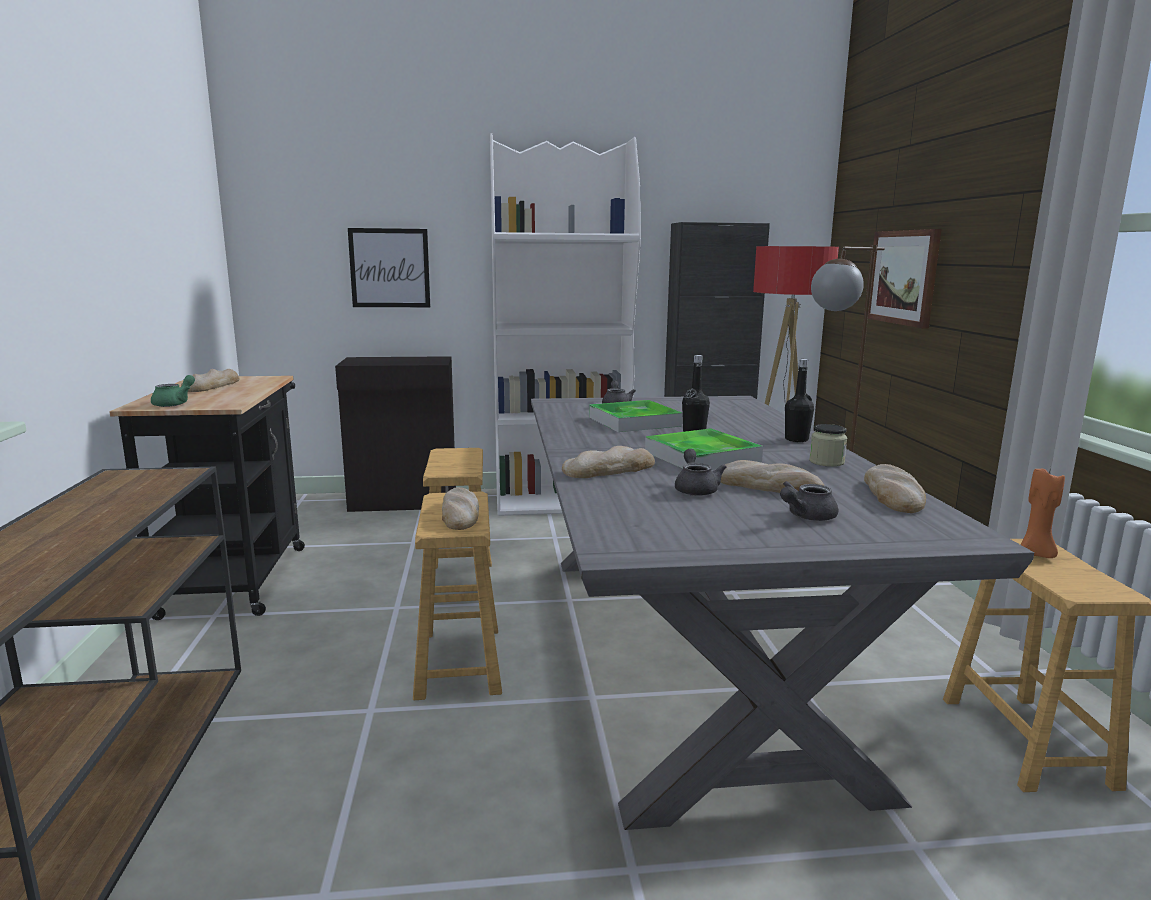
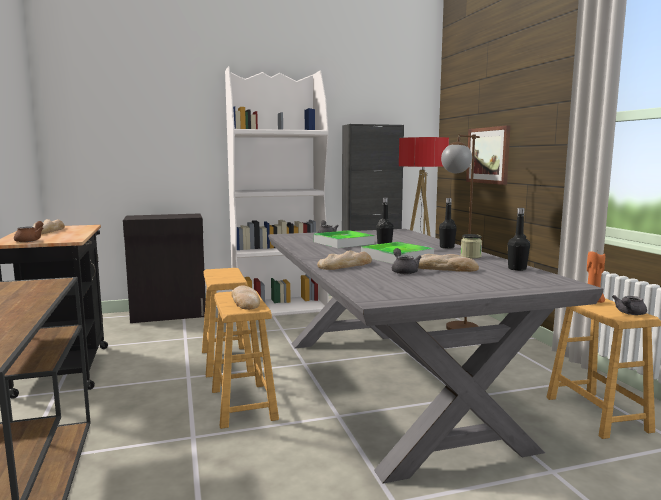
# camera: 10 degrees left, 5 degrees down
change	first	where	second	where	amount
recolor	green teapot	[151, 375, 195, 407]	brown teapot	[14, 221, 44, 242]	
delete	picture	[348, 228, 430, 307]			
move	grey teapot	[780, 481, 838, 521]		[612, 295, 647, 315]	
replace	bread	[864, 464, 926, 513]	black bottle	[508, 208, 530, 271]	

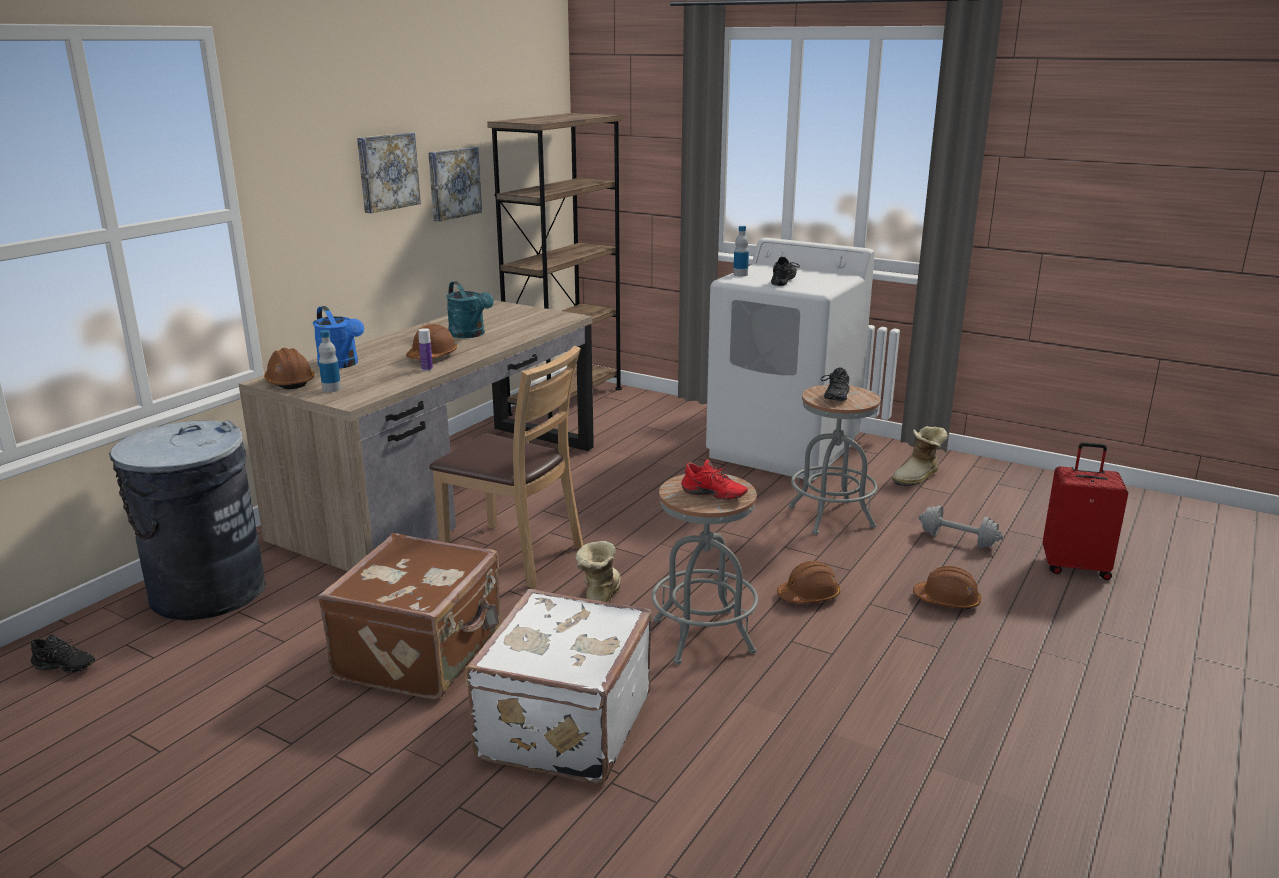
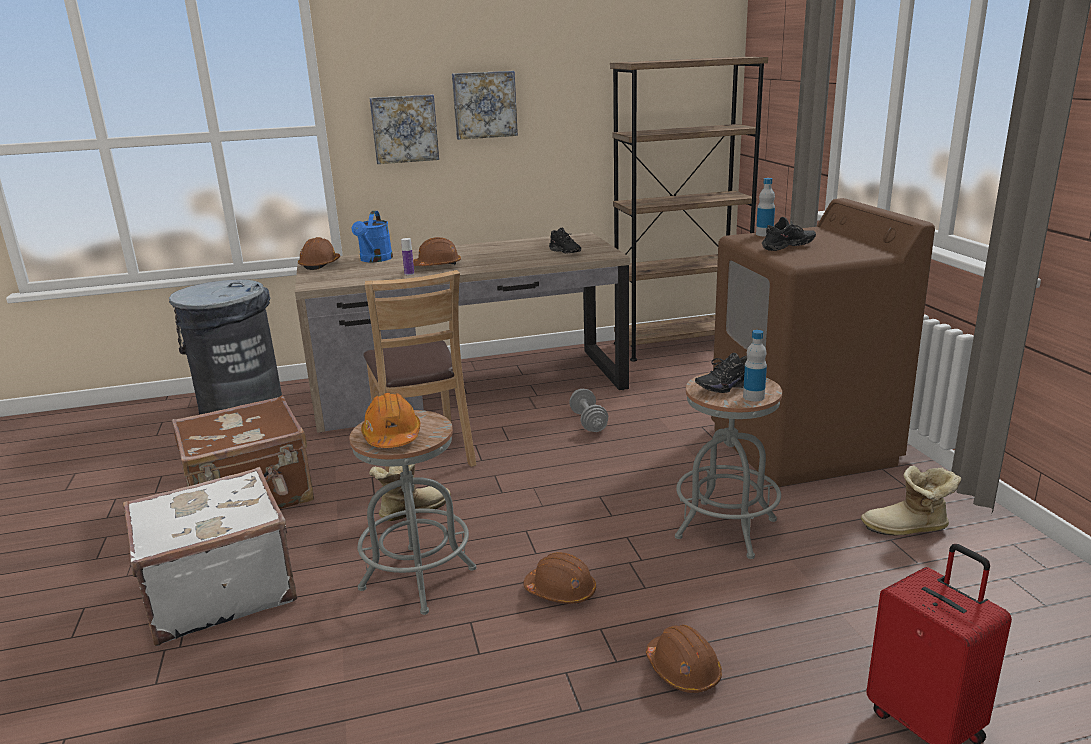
# camera: 45 degrees right, 0 degrees up
change	first	where	second	where	amount
move	black shoe	[31, 634, 95, 673]		[549, 227, 581, 253]	
move	bottle	[318, 330, 341, 392]		[743, 330, 767, 401]	
move	picture	[428, 147, 482, 222]		[370, 94, 439, 164]	
delete	turquoise watering can	[446, 281, 494, 338]			
replace	red shoe	[681, 459, 748, 500]	orange hard hat	[361, 392, 421, 448]	
recolor	white washing machine	[706, 238, 875, 481]	brown washing machine	[711, 198, 935, 487]	
move	grey dumbbell	[919, 506, 1003, 548]		[569, 389, 608, 432]	

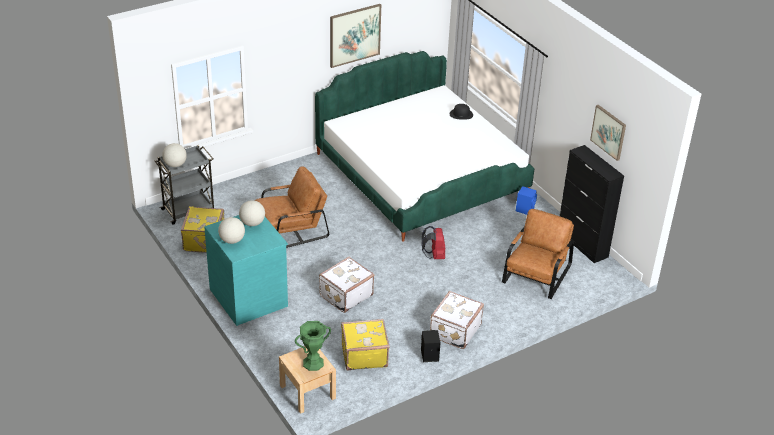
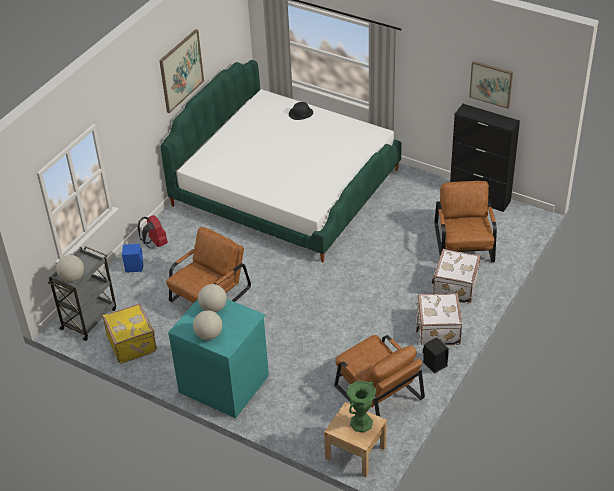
# camera: 25 degrees left, 5 degrees up
change	first	where	second	where	amount
move	white suitcase	[319, 256, 374, 313]		[432, 249, 481, 304]	
replace	yellow suitcase	[341, 319, 390, 371]	brown armchair	[334, 335, 425, 417]	
move	red backpack	[421, 226, 445, 259]		[137, 215, 168, 248]	
move	blue speaker	[516, 186, 537, 215]		[122, 244, 143, 273]	

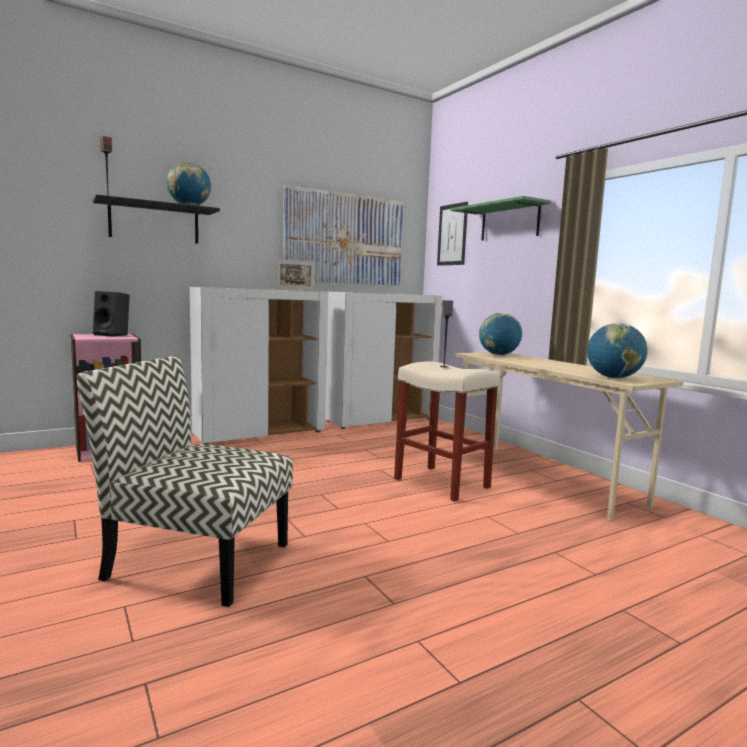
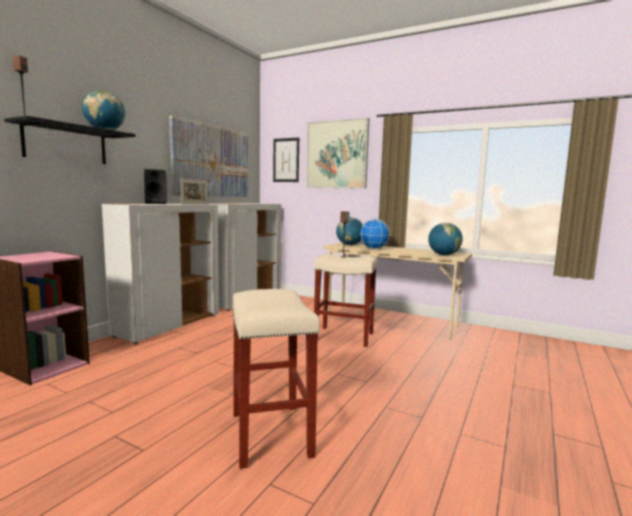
# camera: 30 degrees left, 0 degrees up
change	first	where	second	where	amount
replace	chair	[76, 356, 293, 607]	beige stool	[232, 289, 320, 469]	
move	black speaker	[93, 291, 130, 337]		[144, 169, 167, 204]	
replace	green shelf	[450, 196, 551, 241]	picture	[306, 118, 369, 189]	
insert			globe	[360, 219, 390, 249]	

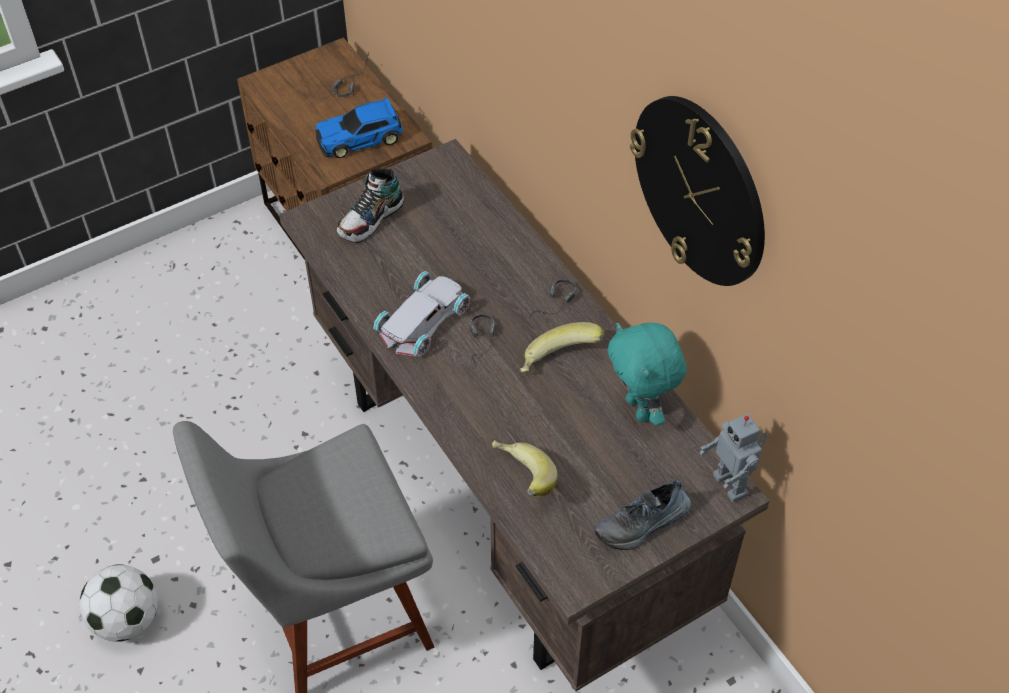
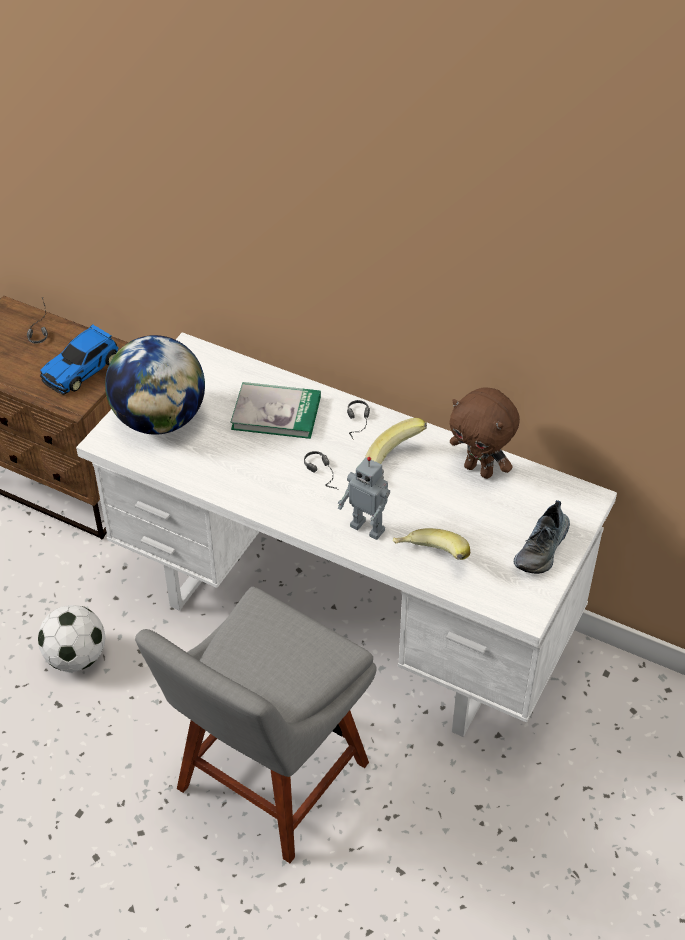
# camera: 30 degrees left, 5 degrees down
change	first	where	second	where	amount
move	football	[80, 565, 158, 642]		[38, 605, 105, 672]	
recolor	brown desk	[279, 139, 769, 691]	white desk	[76, 332, 617, 737]	
replace	shoe	[337, 169, 404, 243]	globe	[105, 335, 205, 435]	
delete	white toy car	[373, 271, 471, 357]			
recolor	turquoise plush toy	[608, 323, 686, 426]	brown plush toy	[449, 387, 520, 479]	
delete	wall clock	[630, 96, 765, 286]			
move	toy robot	[699, 414, 768, 502]		[338, 457, 390, 540]	
insert			book	[230, 382, 321, 439]	

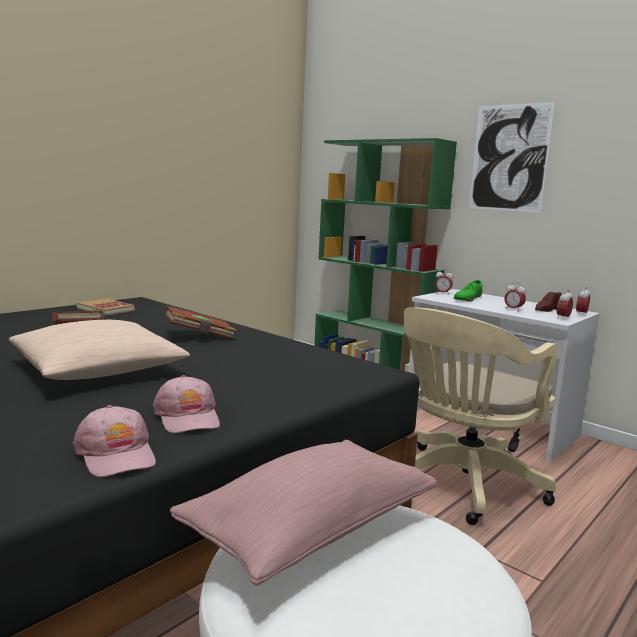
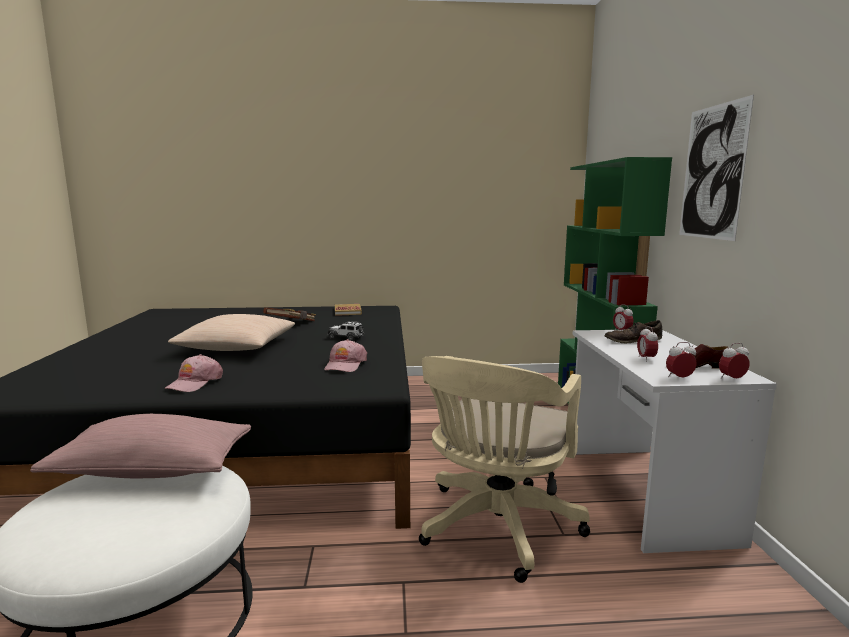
# camera: 45 degrees right, 0 degrees up
change	first	where	second	where	amount
move	pink cap	[73, 405, 156, 478]		[324, 339, 367, 372]	
replace	brown book	[164, 306, 237, 340]	toy car	[327, 321, 364, 341]	
rotate	beige office chair	[404, 308, 557, 525]		[419, 356, 590, 583]	60 degrees counterclockwise
recolor	green shoe	[454, 280, 482, 302]	brown shoe	[604, 320, 662, 343]	

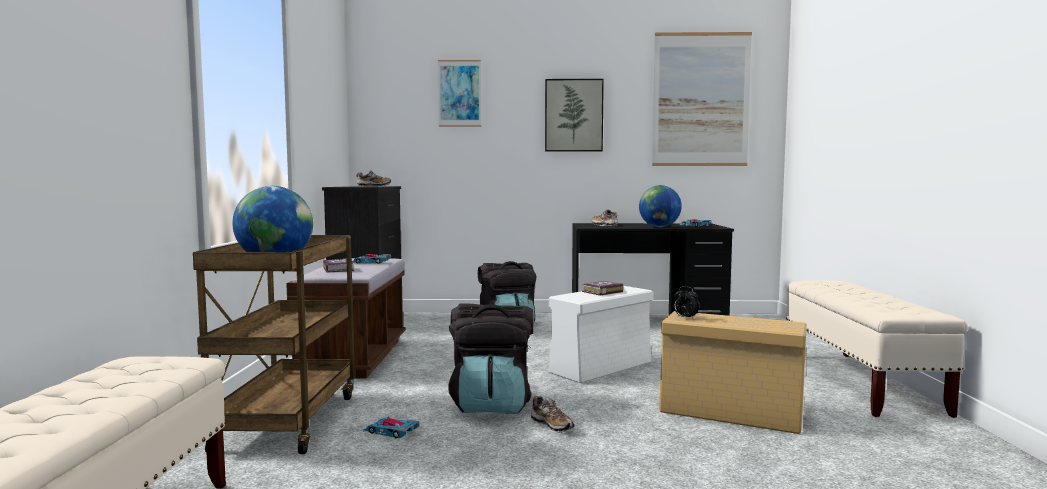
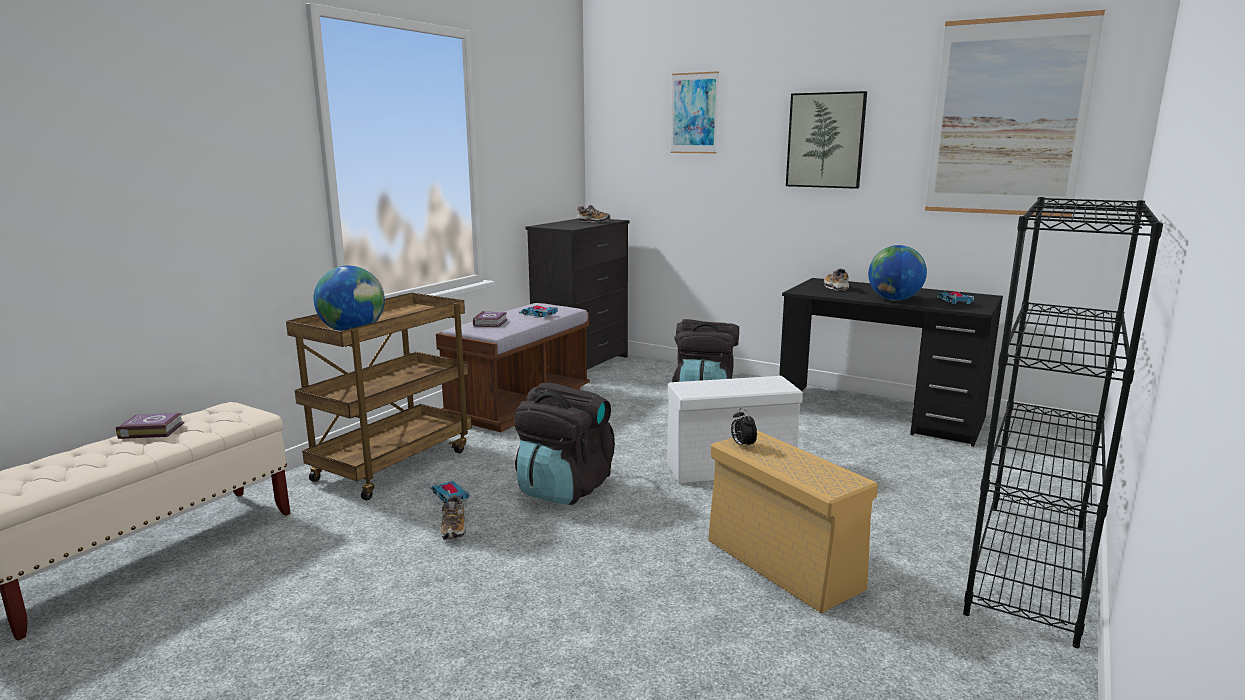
# camera: 30 degrees right, 10 degrees up
change	first	where	second	where	amount
move	shoe	[531, 396, 574, 433]		[441, 495, 466, 541]	
move	book	[582, 281, 623, 296]		[116, 413, 184, 439]	
replace	beige bench	[786, 280, 968, 418]	black bookcase	[963, 197, 1163, 648]	

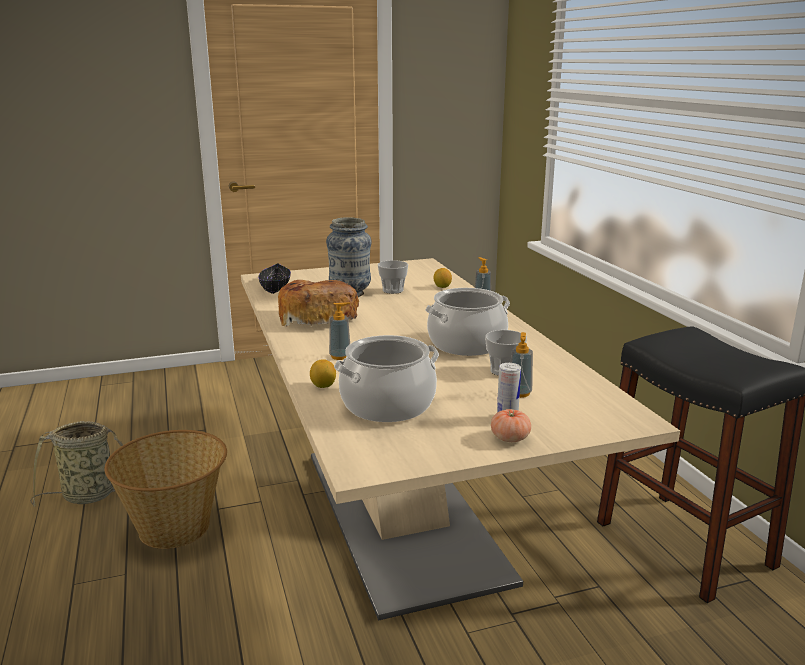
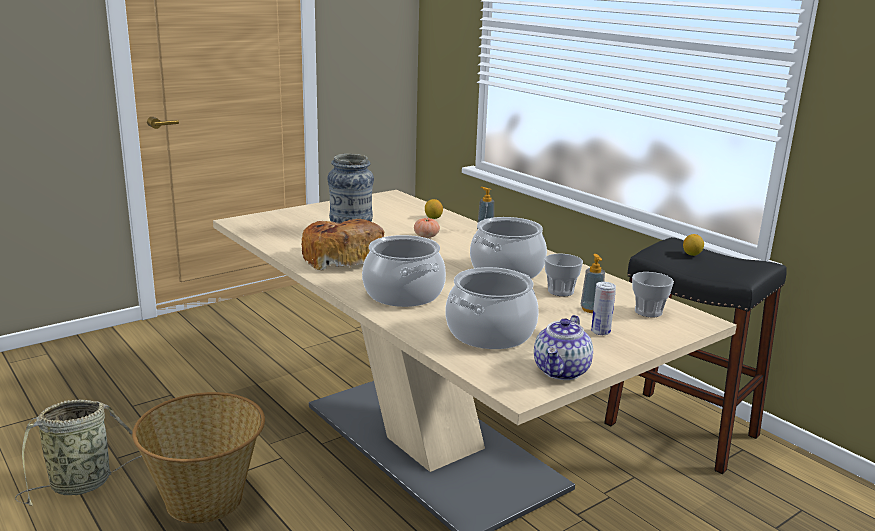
# camera: 20 degrees left, 0 degrees up
change	first	where	second	where	amount
delete	black bowl	[258, 263, 291, 294]			
move	lemon	[310, 360, 336, 388]		[683, 234, 704, 256]	
replace	soap dispenser	[329, 302, 350, 360]	cooking pot	[362, 235, 446, 307]	
move	cup	[378, 260, 408, 294]		[632, 272, 674, 317]	
move	tomato	[491, 409, 531, 442]		[414, 218, 440, 238]	
insert			teapot	[534, 315, 593, 380]	

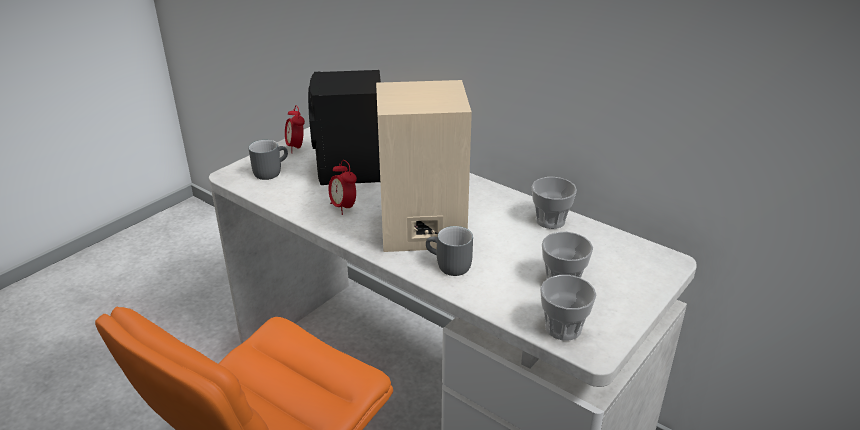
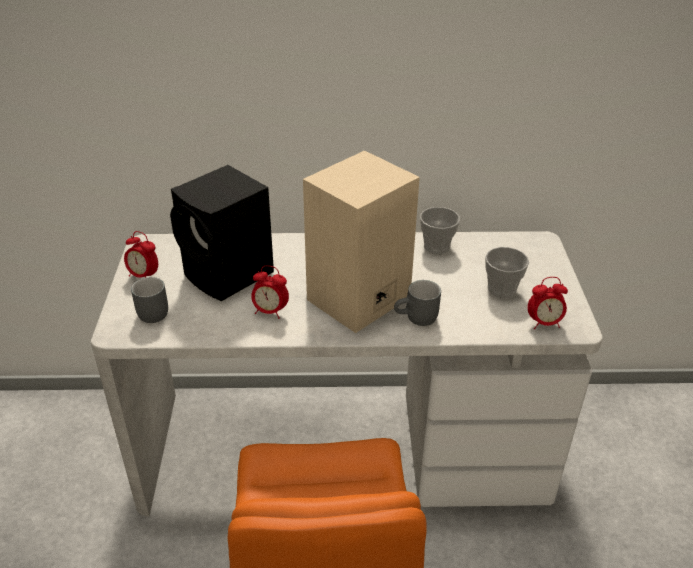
# camera: 40 degrees left, 5 degrees up
change	first	where	second	where	amount
replace	cup	[540, 275, 597, 341]	alarm clock	[528, 277, 568, 329]	

